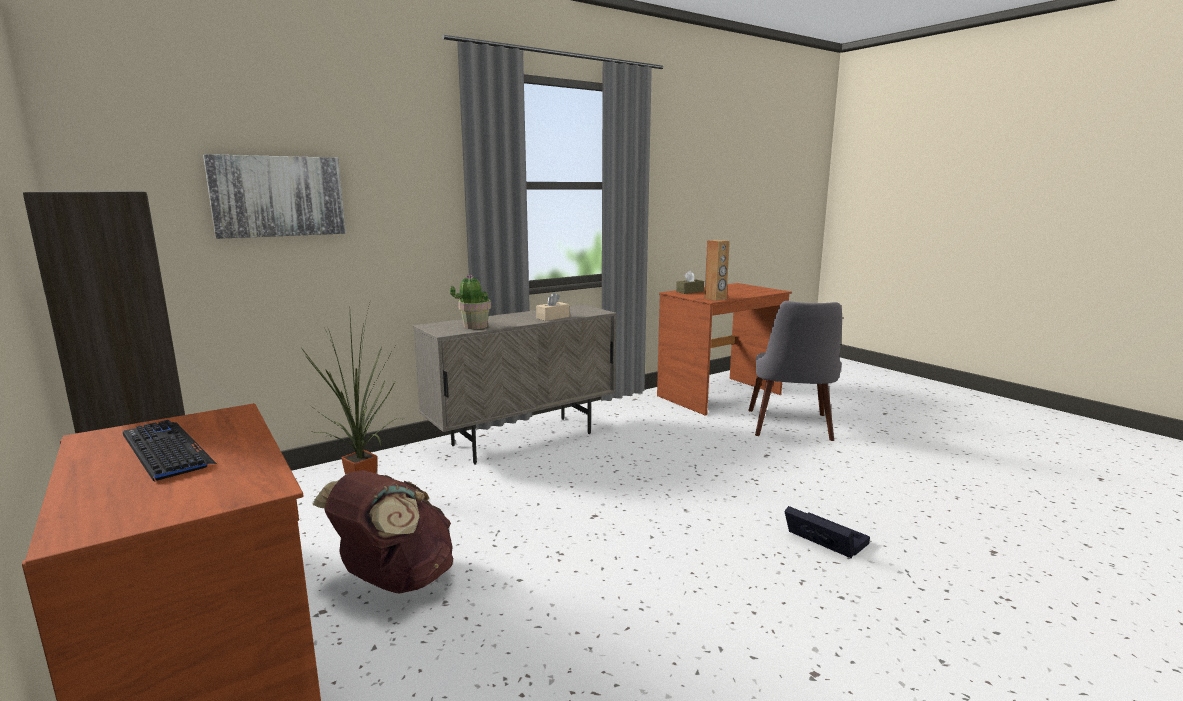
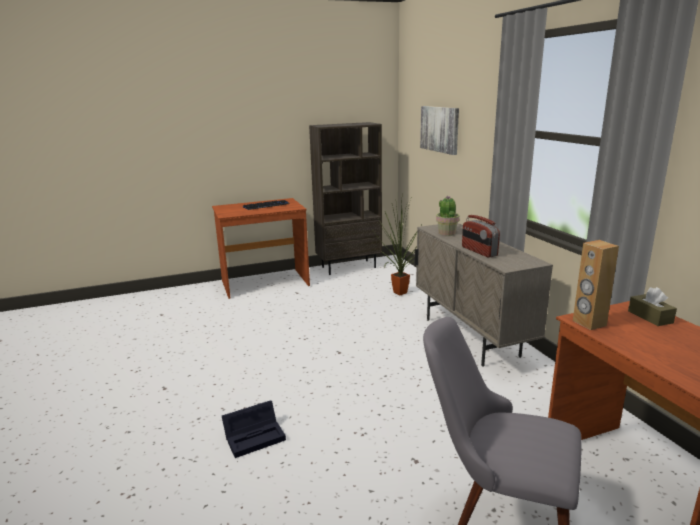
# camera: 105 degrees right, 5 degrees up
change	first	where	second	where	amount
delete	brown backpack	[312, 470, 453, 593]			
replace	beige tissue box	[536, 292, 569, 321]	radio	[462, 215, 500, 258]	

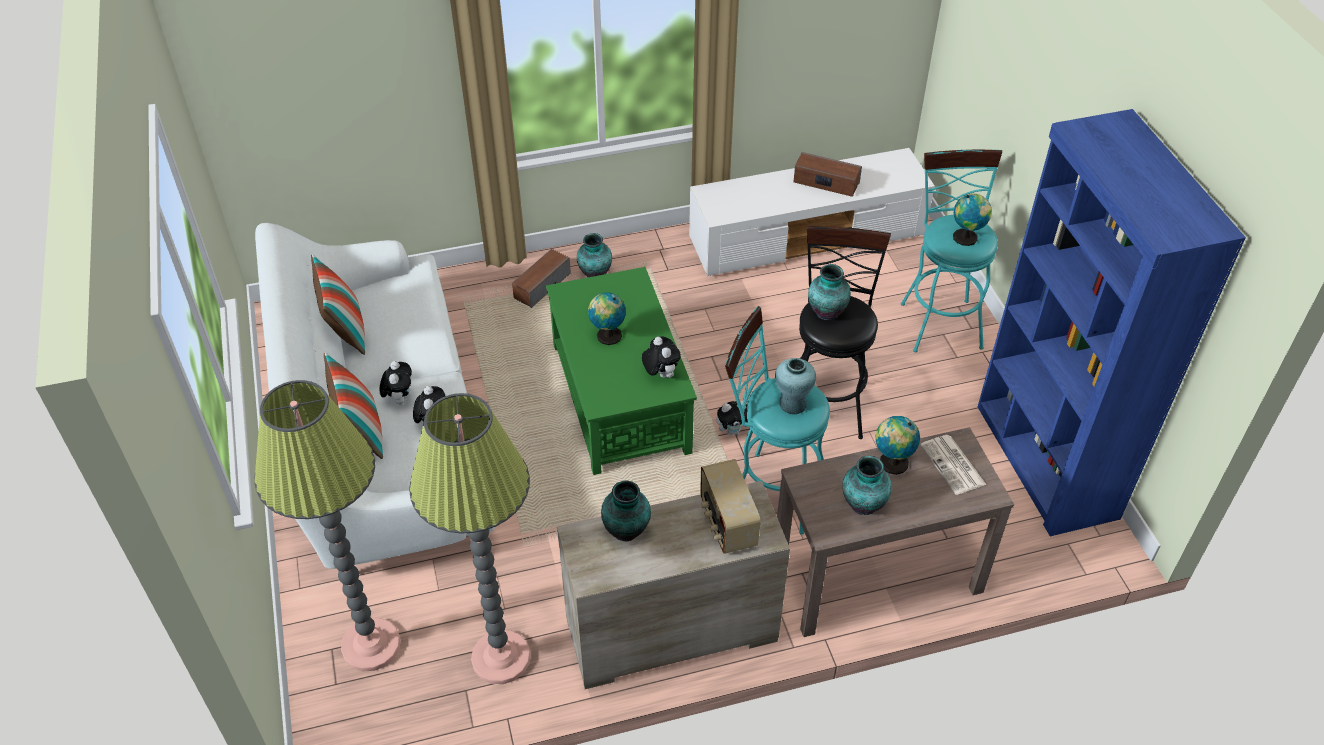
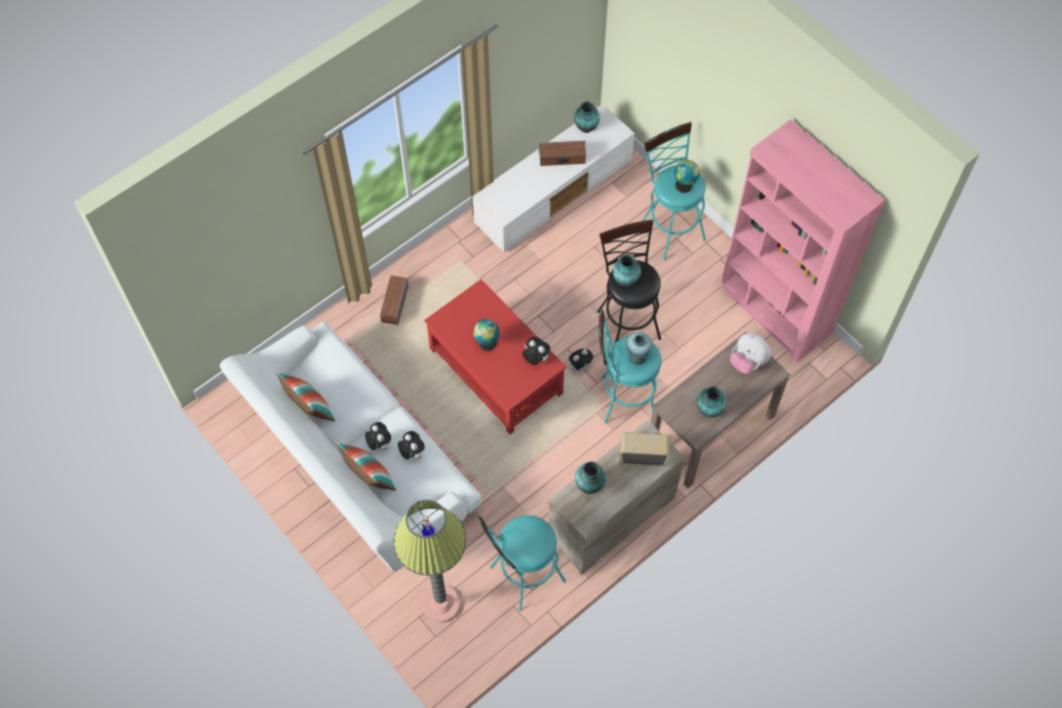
# camera: 25 degrees left, 15 degrees up
change	first	where	second	where	amount
replace	floor lamp	[409, 393, 531, 684]	turquoise stool	[478, 515, 566, 611]	
recolor	green coffee table	[546, 267, 697, 475]	red coffee table	[424, 279, 566, 434]	
move	vase	[577, 233, 612, 277]		[574, 101, 600, 133]	
rotate	radio	[700, 459, 761, 554]		[619, 432, 670, 467]	135 degrees clockwise
delete	globe	[876, 416, 920, 475]			
replace	newspaper	[920, 435, 986, 495]	plush toy	[730, 333, 771, 374]	
recolor	blue bookcase	[978, 109, 1246, 537]	pink bookcase	[720, 119, 885, 362]	

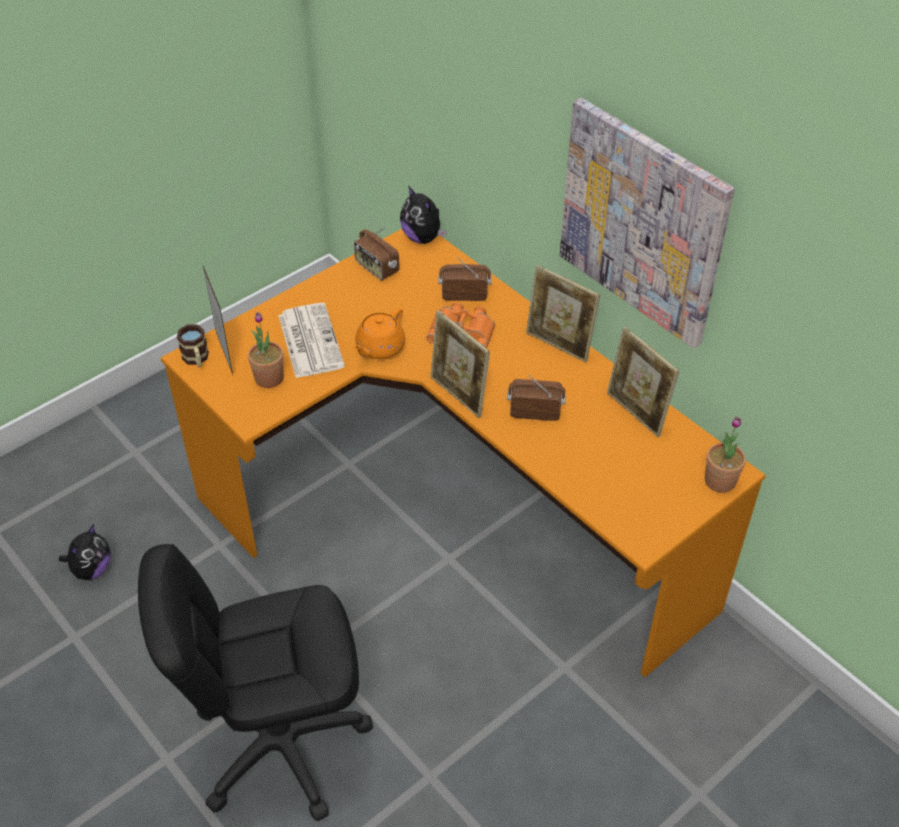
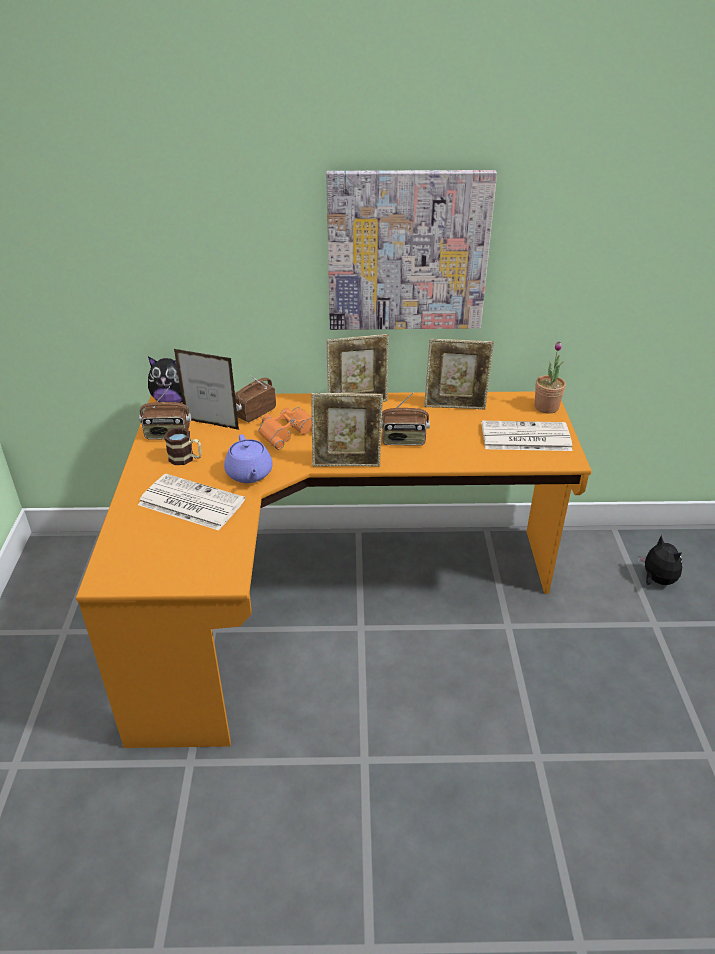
# camera: 50 degrees left, 10 degrees down
change	first	where	second	where	amount
move	plush toy	[59, 525, 111, 580]		[638, 535, 683, 585]	
delete	black office chair	[138, 544, 373, 821]			
move	mug	[177, 325, 209, 367]		[164, 428, 202, 465]	
move	picture frame	[203, 266, 233, 375]		[174, 349, 239, 430]	
delete	potted plant	[248, 312, 284, 388]			
recolor	orange teapot	[353, 308, 405, 359]	purple teapot	[224, 434, 273, 483]	
rotate	radio	[507, 375, 566, 421]		[381, 393, 430, 445]	135 degrees counterclockwise
insert			newspaper	[482, 421, 572, 451]	

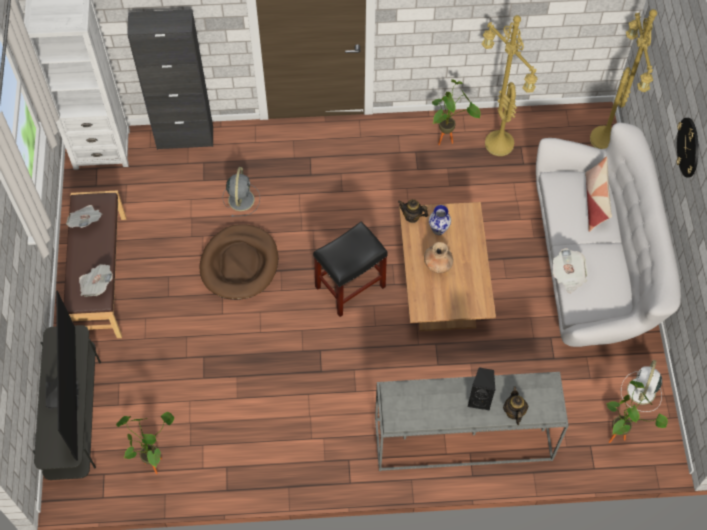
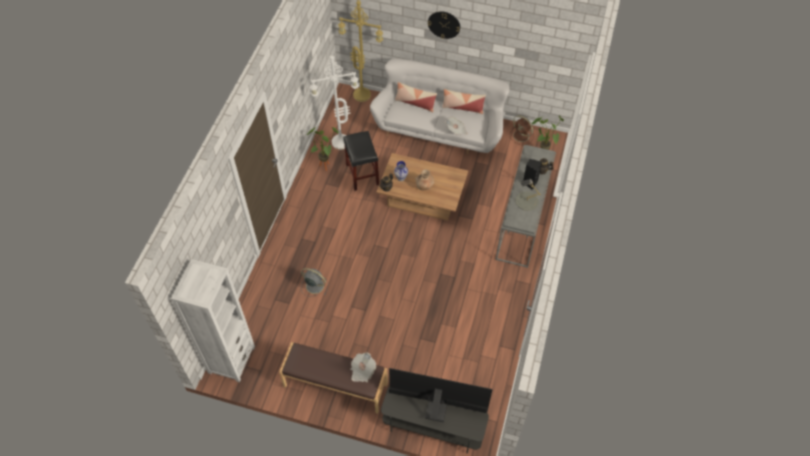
# camera: 70 degrees left, 5 degrees down
change	first	where	second	where	amount
delete	newspaper	[66, 205, 102, 228]			
delete	potted plant	[116, 412, 174, 474]			
delete	black cabinet	[127, 9, 213, 150]			
delete	brown dog bed	[199, 224, 278, 300]			
move	black stool	[313, 221, 388, 317]		[343, 131, 379, 191]	
recolor	yellow floor lamp	[481, 15, 538, 156]	white floor lamp	[310, 55, 359, 150]	
recolor	white fan	[621, 360, 662, 412]	brown fan	[509, 115, 534, 145]	
insert			pillow	[442, 89, 486, 114]	
insert			grey table lamp	[515, 179, 541, 211]	

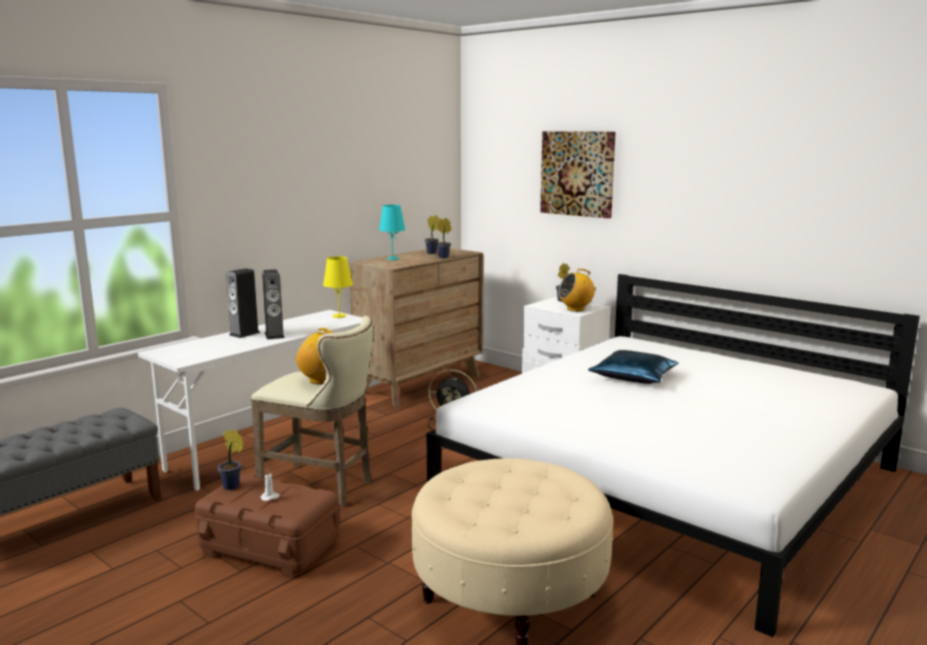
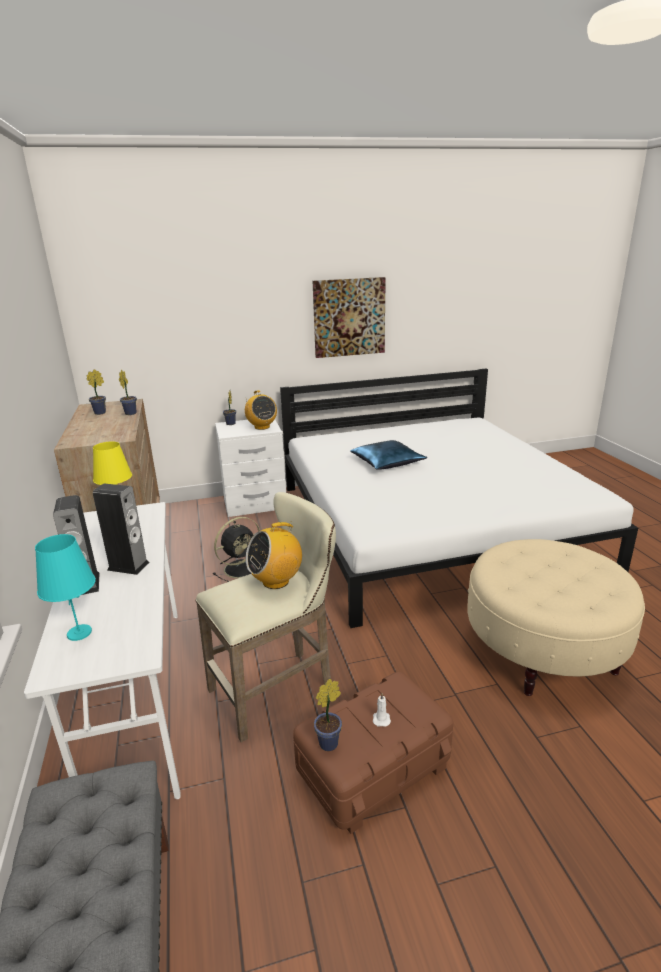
# camera: 55 degrees left, 10 degrees up
change	first	where	second	where	amount
move	turquoise table lamp	[379, 205, 406, 260]		[35, 534, 96, 641]	
move	picture	[540, 131, 615, 219]		[313, 277, 386, 358]	
rotate	radio	[558, 269, 595, 311]		[245, 390, 277, 430]	45 degrees counterclockwise

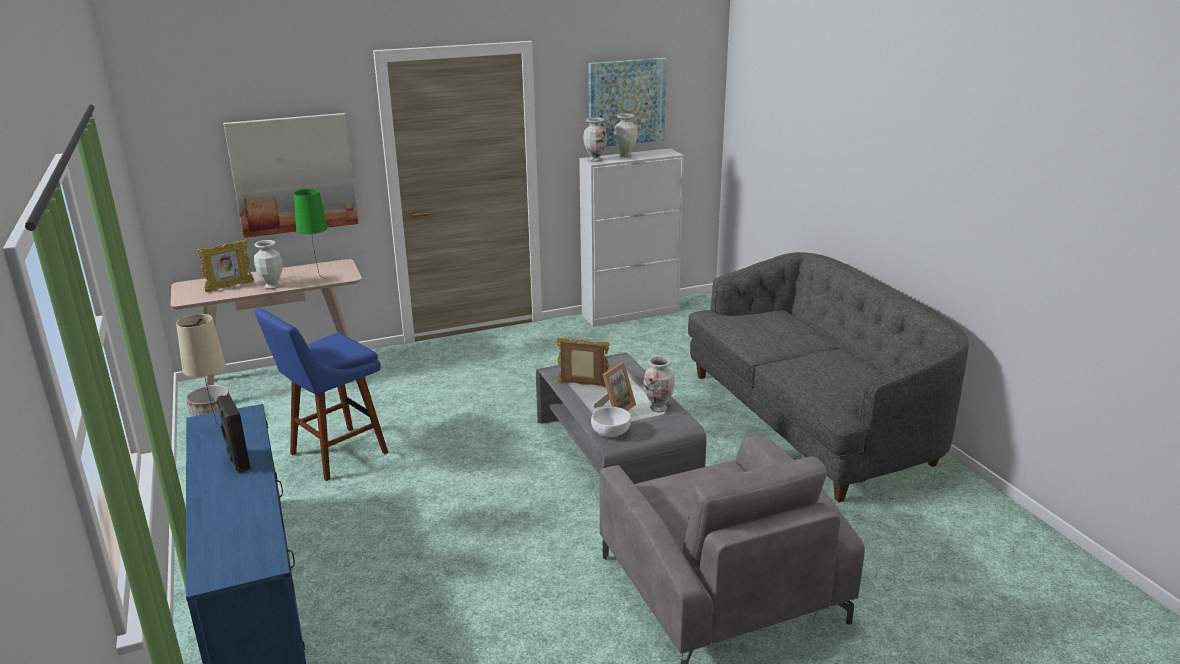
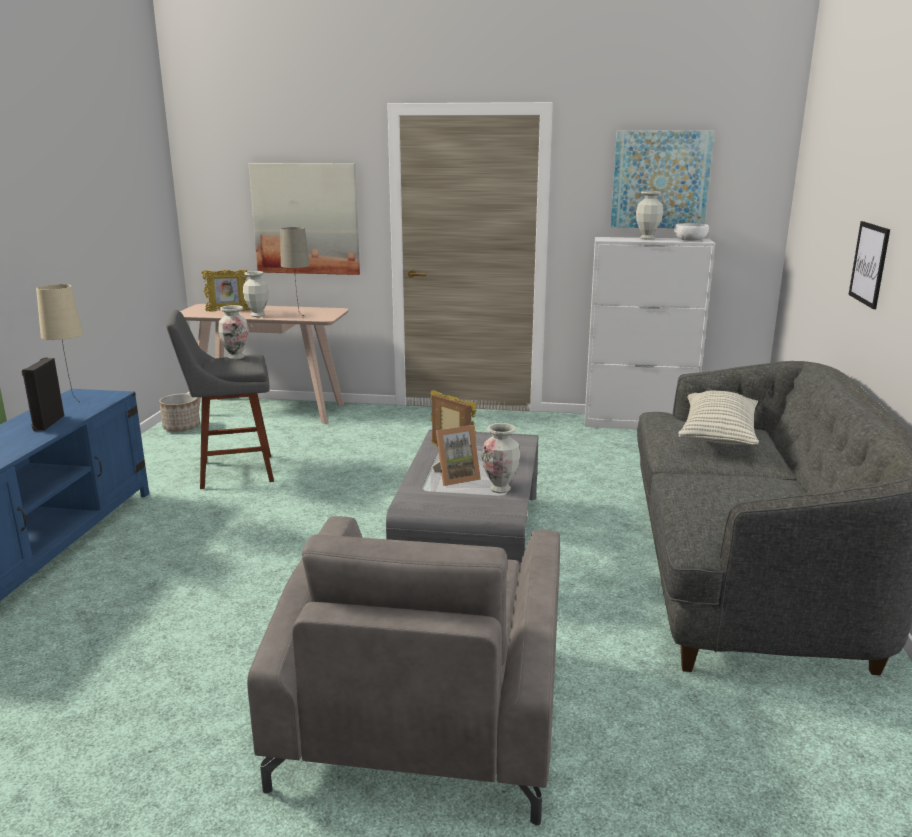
# camera: 30 degrees right, 5 degrees down
change	first	where	second	where	amount
recolor	blue stool	[255, 308, 388, 481]	grey stool	[166, 310, 274, 489]	
recolor	green table lamp	[294, 189, 327, 279]	beige table lamp	[281, 227, 310, 317]	
move	vase	[583, 117, 607, 162]		[218, 305, 249, 360]	
move	white bowl	[591, 407, 631, 437]		[674, 223, 709, 241]	
insert			pillow	[679, 391, 759, 445]	
insert			picture	[849, 221, 890, 309]	

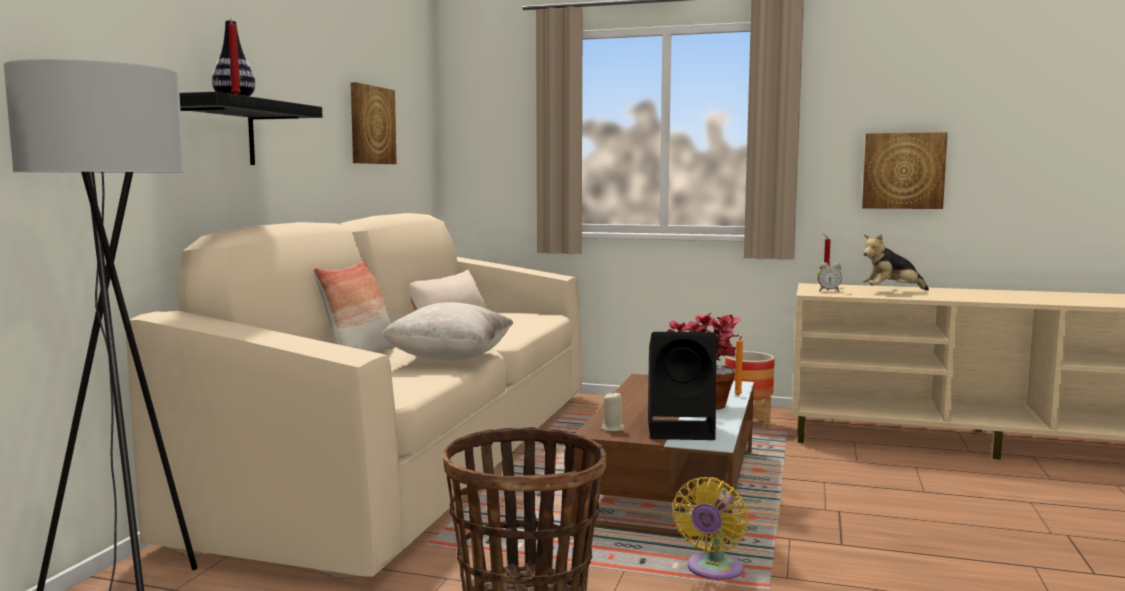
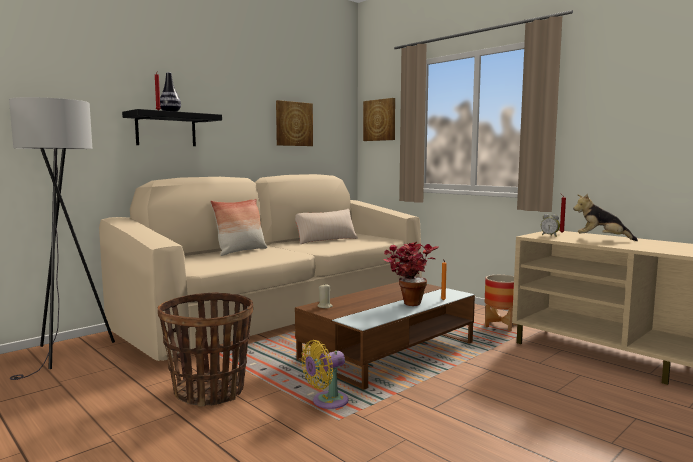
# camera: 30 degrees right, 0 degrees up
change	first	where	second	where	amount
delete	beige pillow	[381, 302, 513, 360]			
delete	black speaker	[648, 332, 717, 440]			
move	picture	[862, 132, 948, 209]		[363, 98, 395, 141]	

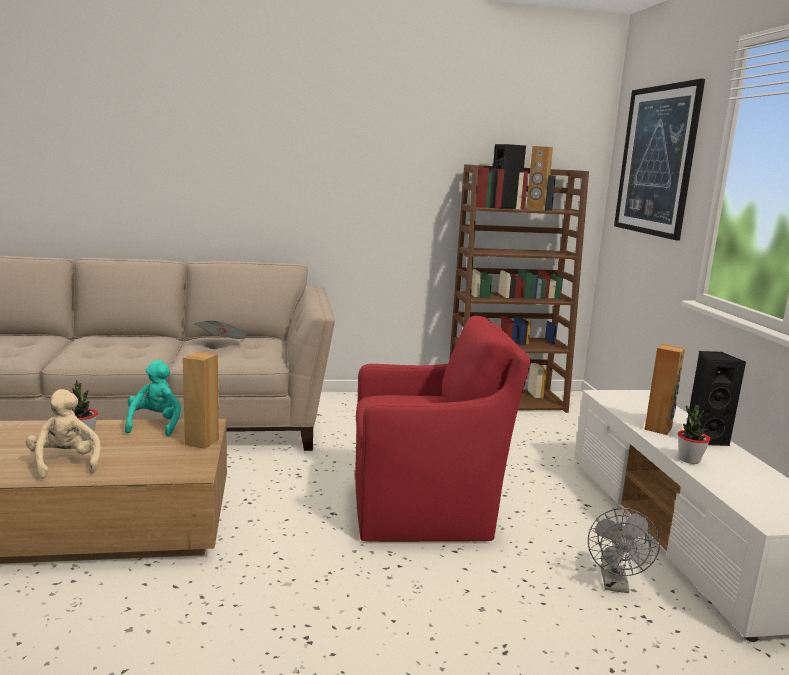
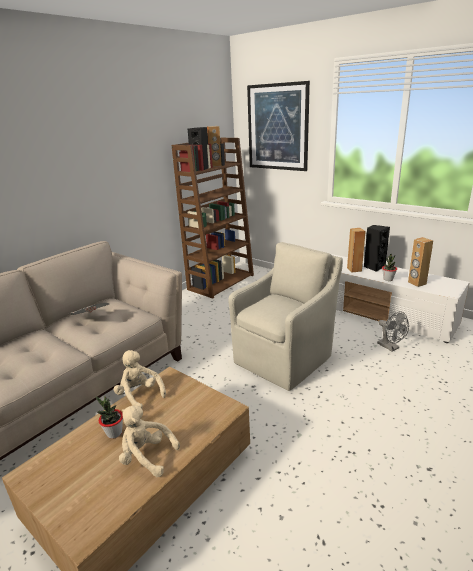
# camera: 40 degrees left, 10 degrees up
change	first	where	second	where	amount
recolor	turquoise plush toy	[125, 360, 181, 436]	beige plush toy	[113, 350, 166, 408]	
move	brown speaker	[183, 351, 219, 449]		[408, 237, 433, 287]	
recolor	red armchair	[355, 316, 531, 542]	beige armchair	[229, 242, 343, 391]	

